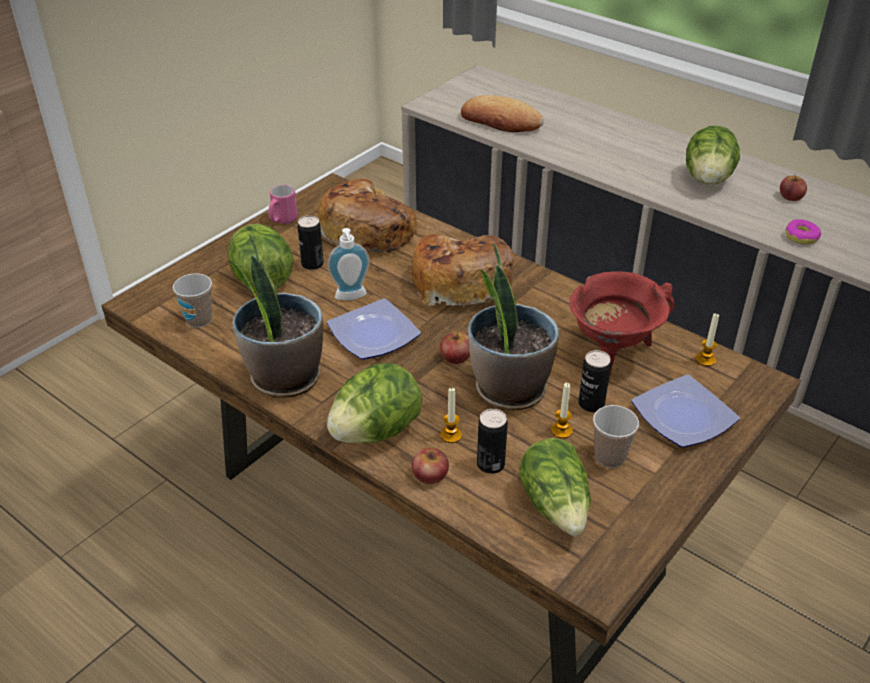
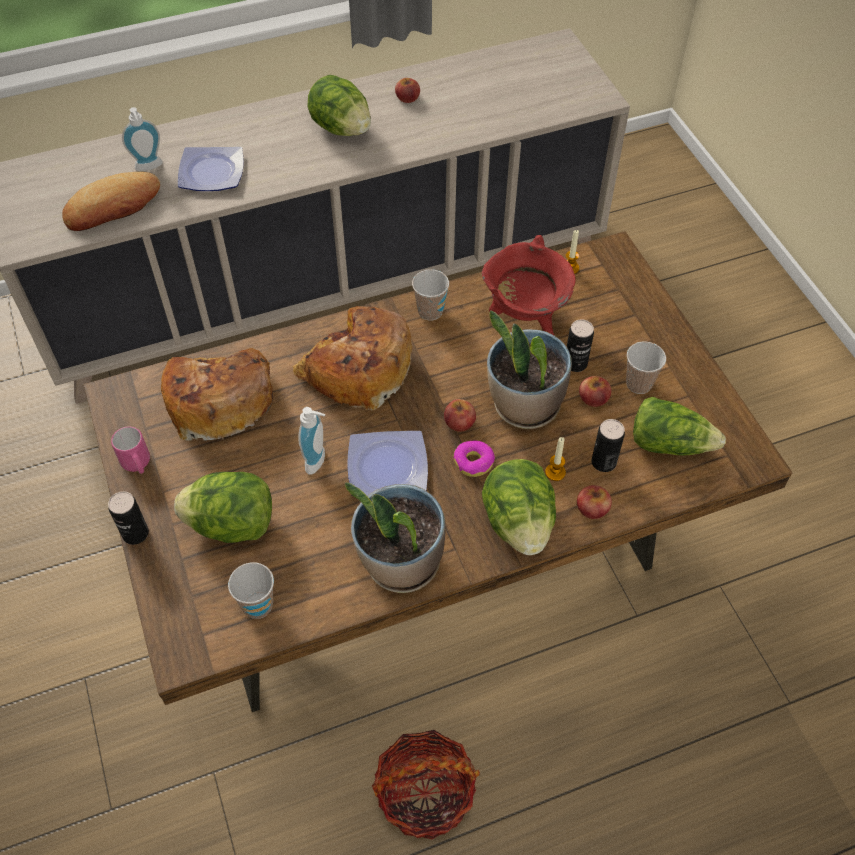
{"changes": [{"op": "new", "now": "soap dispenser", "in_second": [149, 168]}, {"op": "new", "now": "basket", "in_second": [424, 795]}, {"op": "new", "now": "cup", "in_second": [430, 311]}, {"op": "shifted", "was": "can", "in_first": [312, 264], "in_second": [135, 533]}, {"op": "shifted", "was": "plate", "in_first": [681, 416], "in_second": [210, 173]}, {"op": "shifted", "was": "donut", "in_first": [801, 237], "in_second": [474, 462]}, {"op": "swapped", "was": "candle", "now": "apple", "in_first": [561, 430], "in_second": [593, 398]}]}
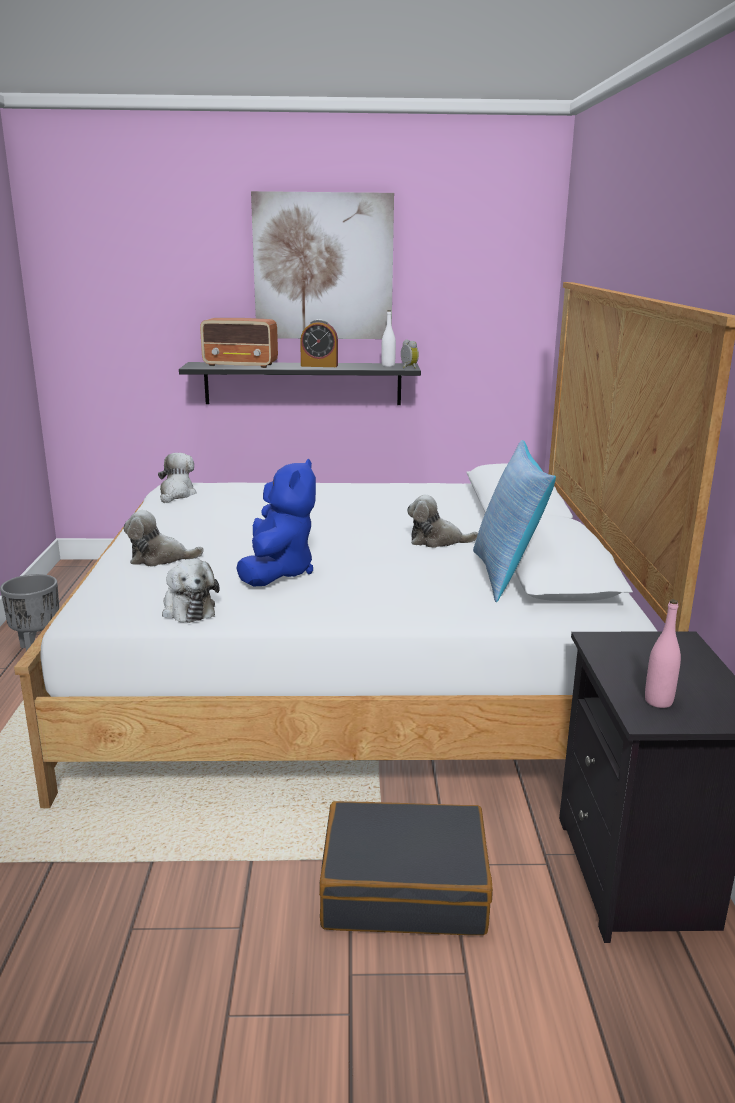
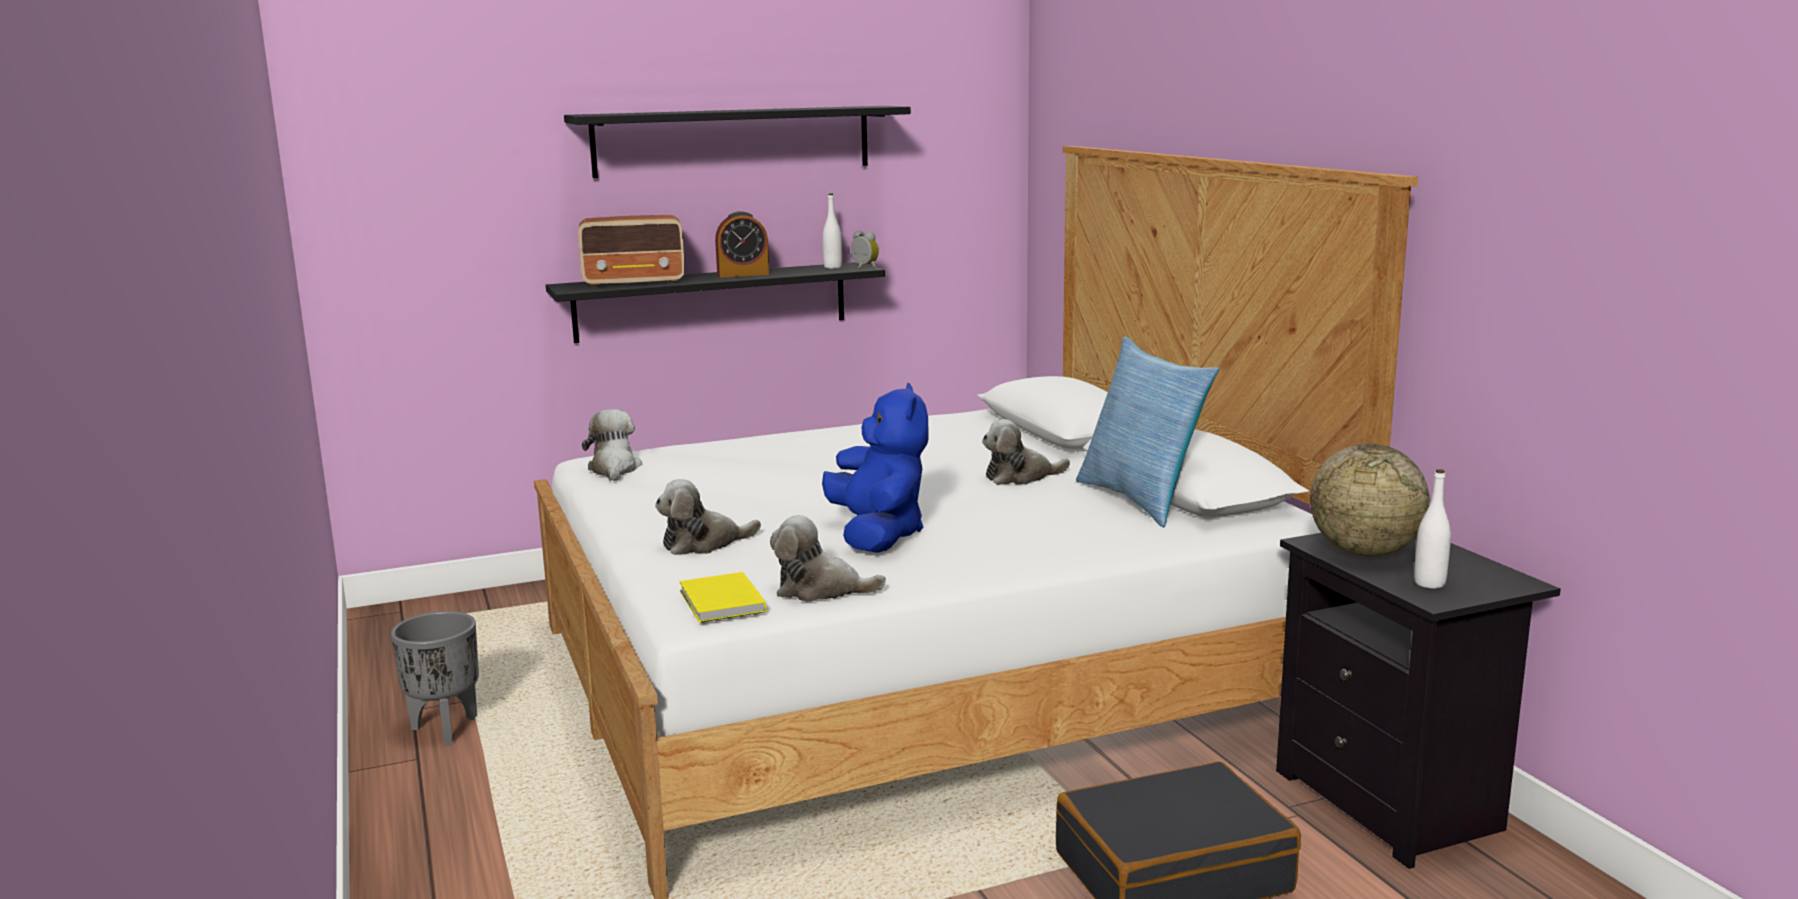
{"changes": [{"op": "new", "now": "book/yellow", "in_second": [721, 603]}, {"op": "new", "now": "globe", "in_second": [1364, 552]}, {"op": "swapped", "was": "picture", "now": "shelf/black", "in_first": [323, 267], "in_second": [733, 140]}, {"op": "repainted", "was": "bottle/pink", "now": "bottle/white", "in_first": [658, 701], "in_second": [1429, 583]}, {"op": "rotated", "was": "plush toy", "in_first": [187, 609], "in_second": [820, 590], "clockwise": 150}]}
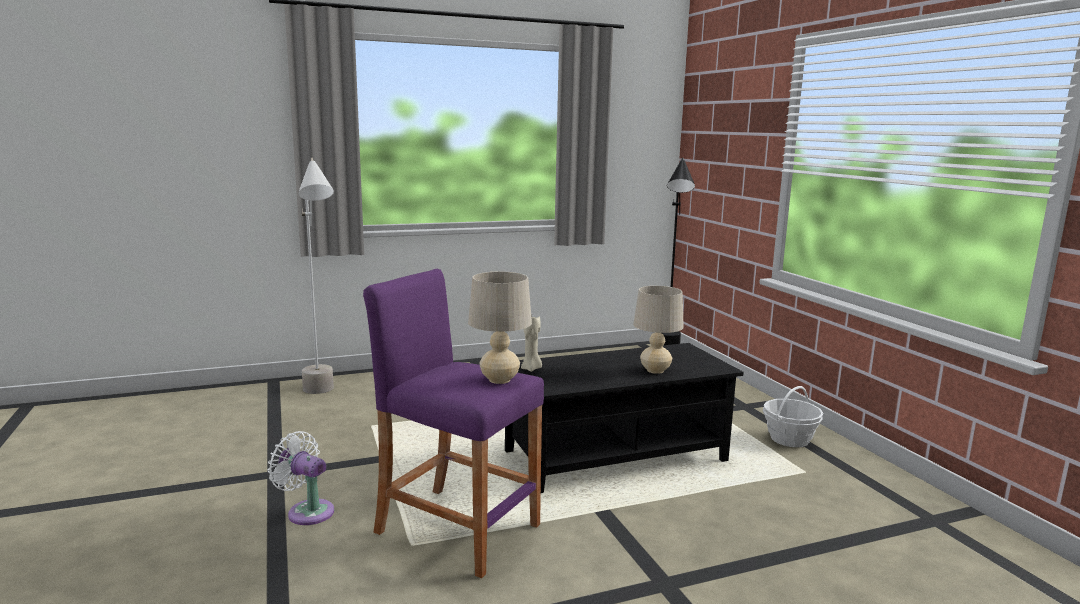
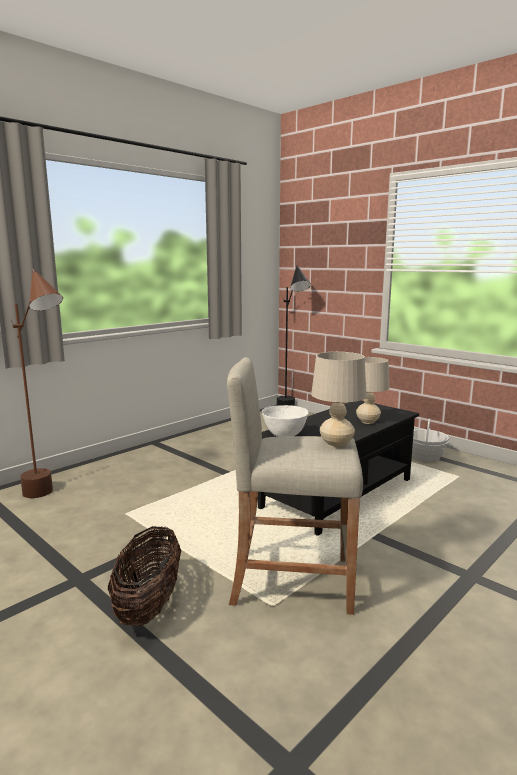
{"changes": [{"op": "swapped", "was": "fan/white", "now": "basket", "in_first": [307, 511], "in_second": [148, 605]}, {"op": "swapped", "was": "candle/beige", "now": "bowl/white", "in_first": [531, 369], "in_second": [285, 435]}, {"op": "repainted", "was": "floor lamp/grey", "now": "floor lamp/brown", "in_first": [323, 397], "in_second": [51, 498]}, {"op": "repainted", "was": "stool/purple", "now": "stool/beige", "in_first": [457, 529], "in_second": [291, 580]}]}
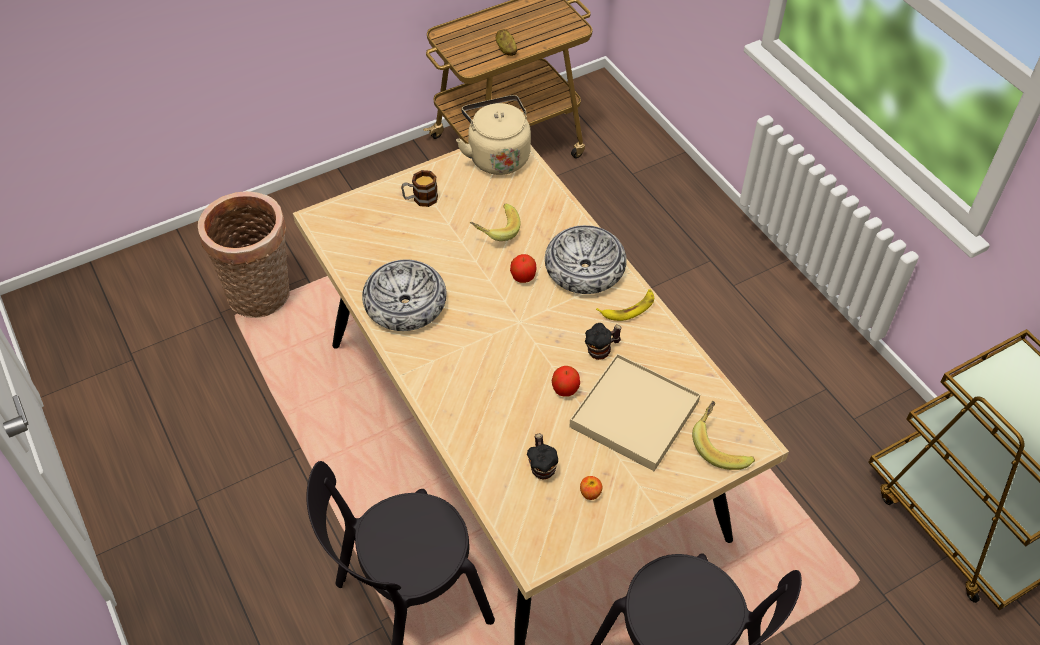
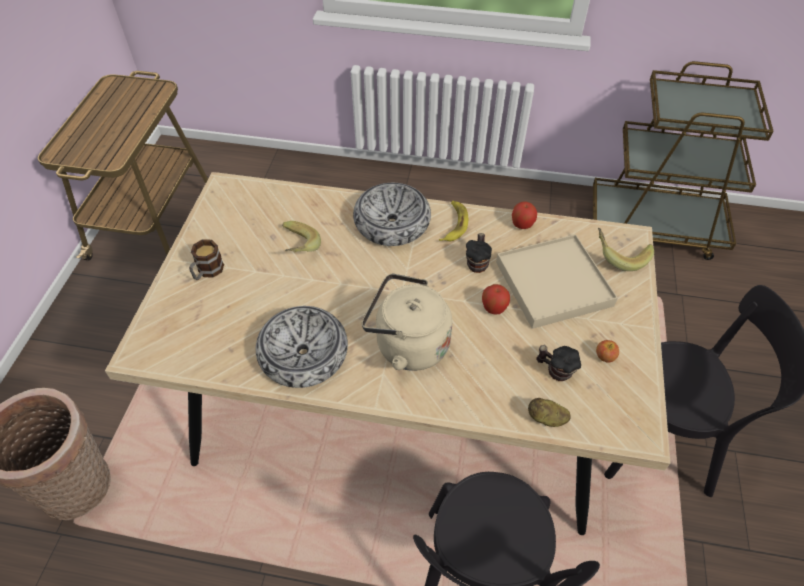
{"changes": [{"op": "shifted", "was": "kettle/beige", "in_first": [497, 156], "in_second": [407, 344]}, {"op": "shifted", "was": "potato", "in_first": [506, 49], "in_second": [546, 419]}, {"op": "shifted", "was": "apple", "in_first": [523, 277], "in_second": [522, 224]}]}
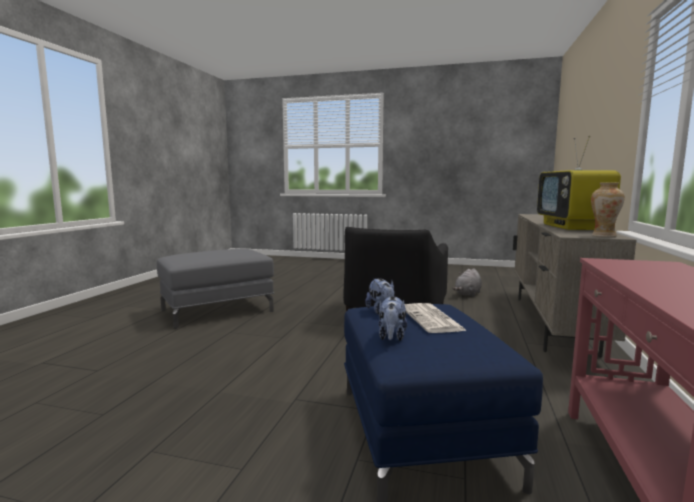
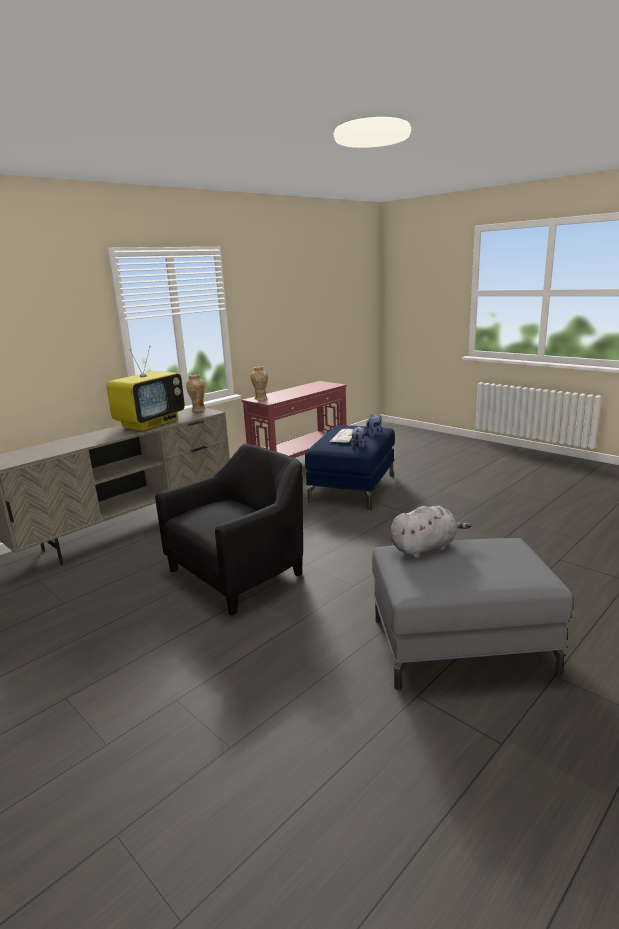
{"changes": [{"op": "new", "now": "vase", "in_second": [261, 399]}, {"op": "shifted", "was": "plush toy/grey", "in_first": [468, 294], "in_second": [425, 547]}]}
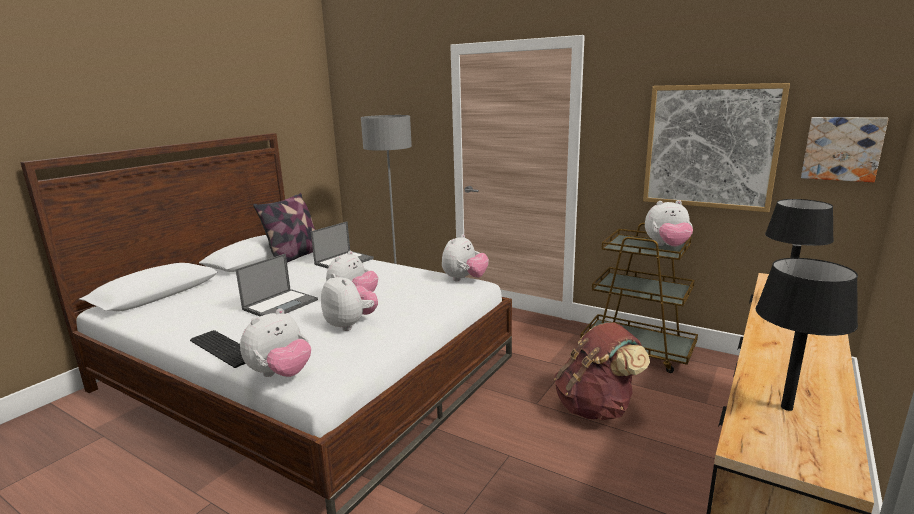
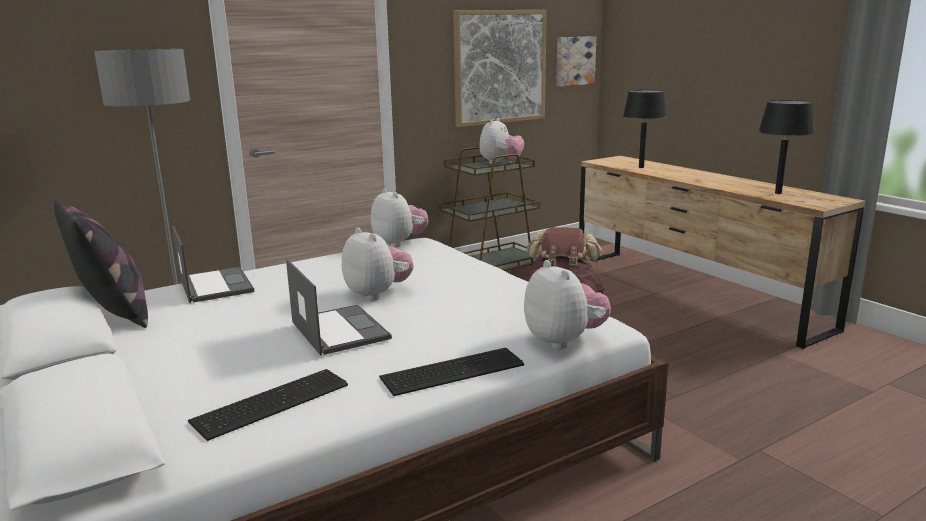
{"changes": [{"op": "gone", "was": "plush toy", "in_first": [350, 324]}, {"op": "new", "now": "keyboard", "in_second": [268, 402]}]}
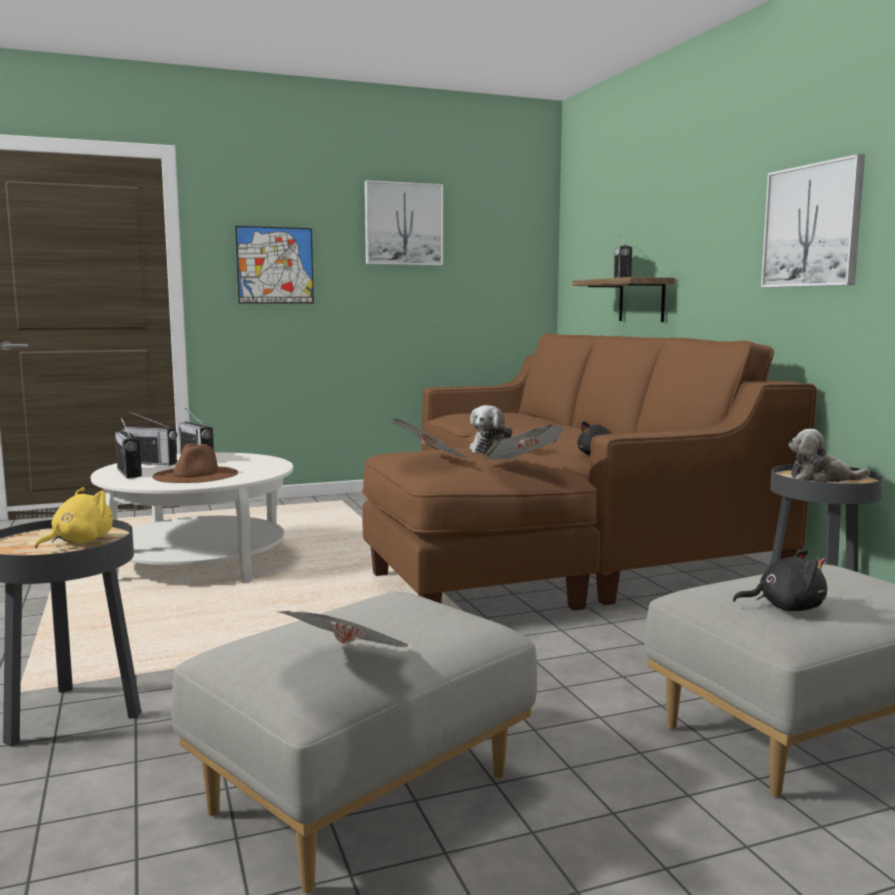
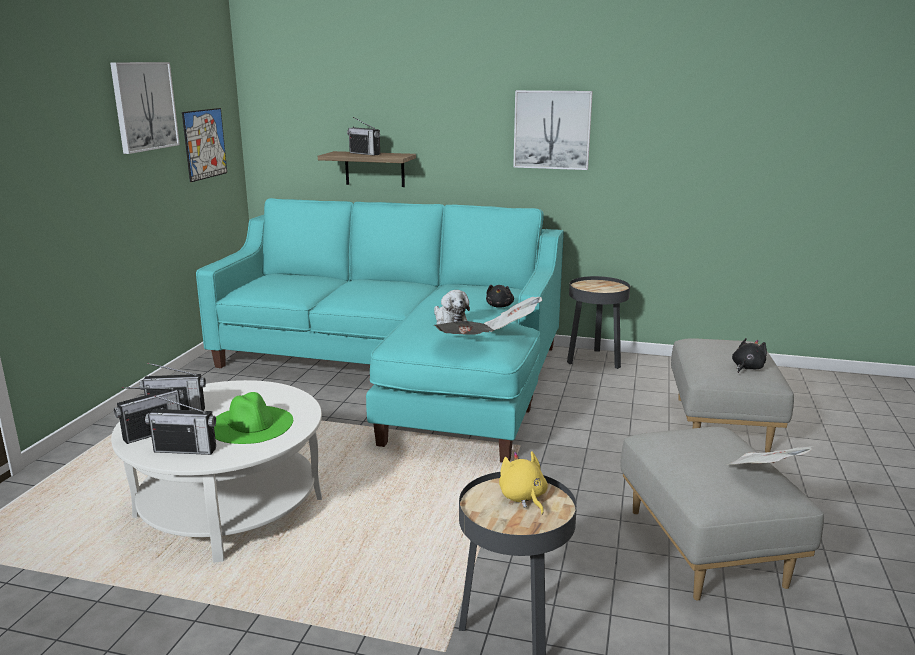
{"changes": [{"op": "gone", "was": "plush toy", "in_first": [821, 479]}, {"op": "shifted", "was": "picture", "in_first": [275, 265], "in_second": [205, 144]}, {"op": "repainted", "was": "hat/brown", "now": "hat/green", "in_first": [196, 474], "in_second": [251, 424]}, {"op": "repainted", "was": "sofa/brown", "now": "sofa/turquoise", "in_first": [555, 540], "in_second": [400, 371]}]}
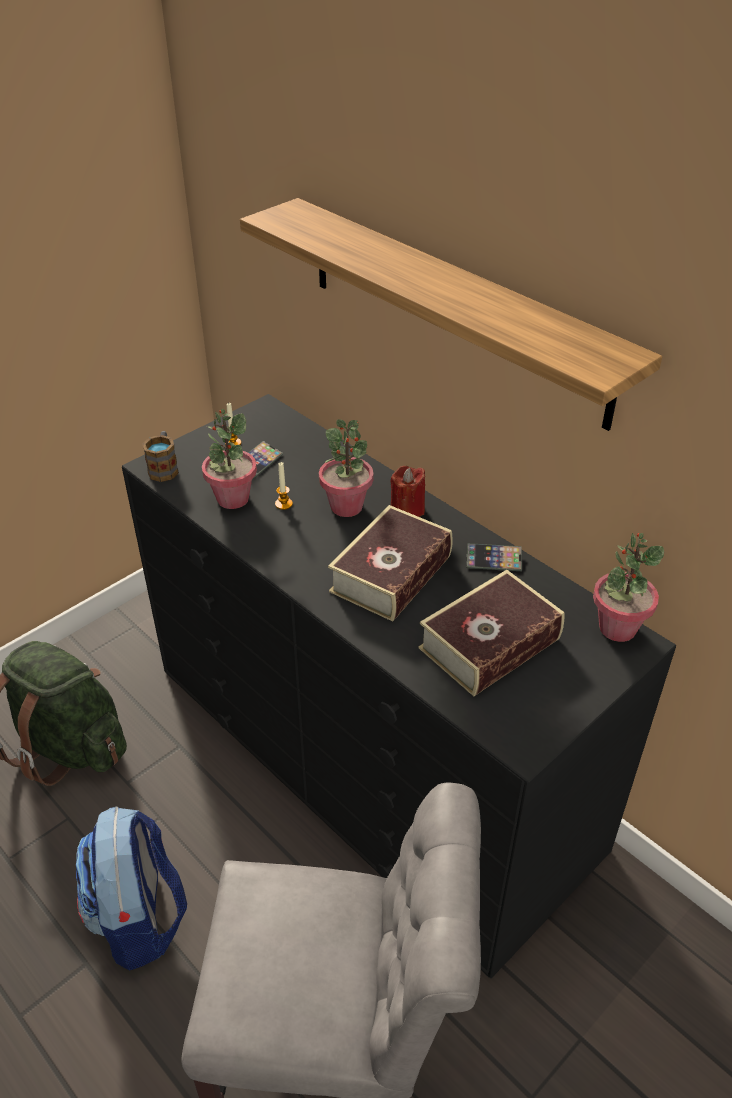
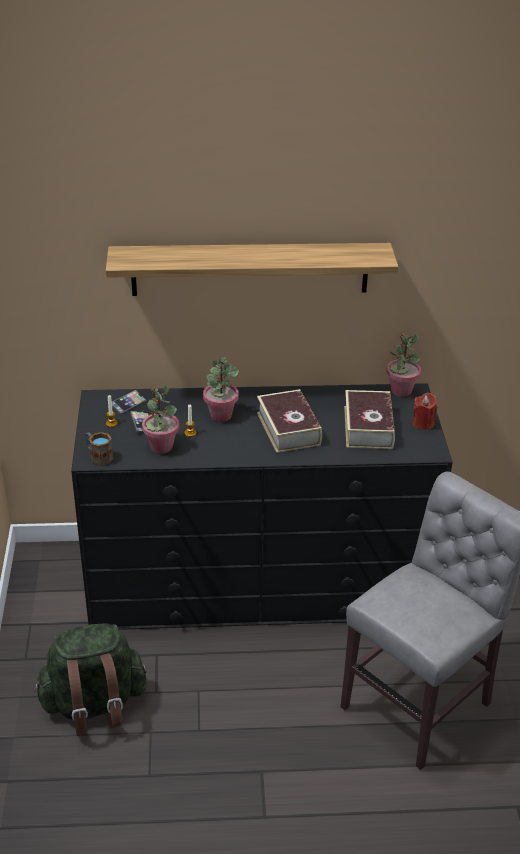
{"changes": [{"op": "gone", "was": "backpack", "in_first": [140, 919]}, {"op": "shifted", "was": "candle/red", "in_first": [407, 509], "in_second": [423, 423]}, {"op": "shifted", "was": "phone", "in_first": [493, 560], "in_second": [128, 404]}]}
